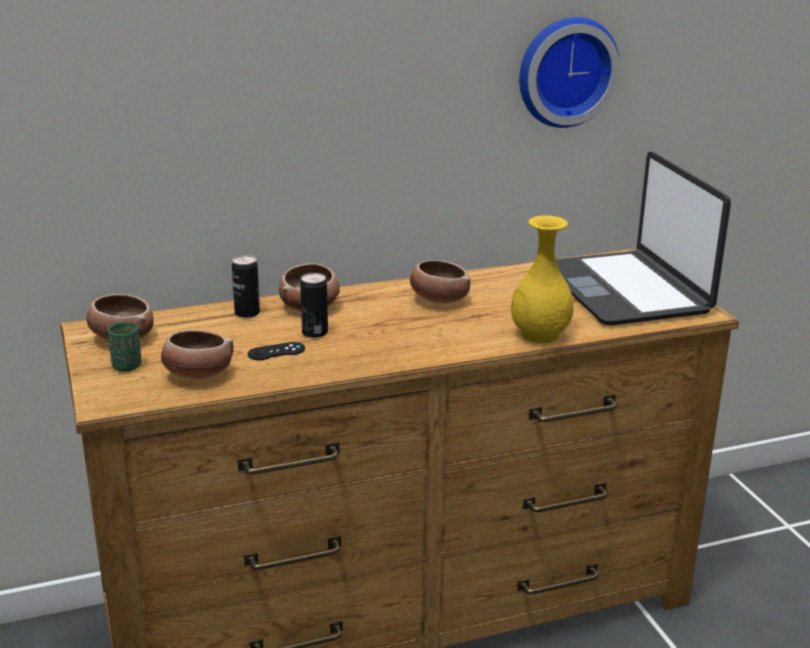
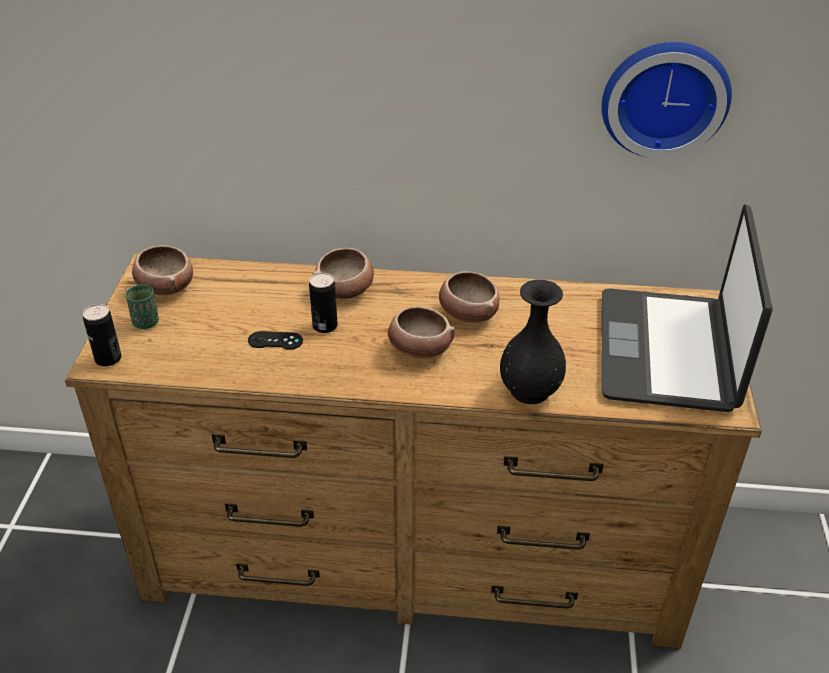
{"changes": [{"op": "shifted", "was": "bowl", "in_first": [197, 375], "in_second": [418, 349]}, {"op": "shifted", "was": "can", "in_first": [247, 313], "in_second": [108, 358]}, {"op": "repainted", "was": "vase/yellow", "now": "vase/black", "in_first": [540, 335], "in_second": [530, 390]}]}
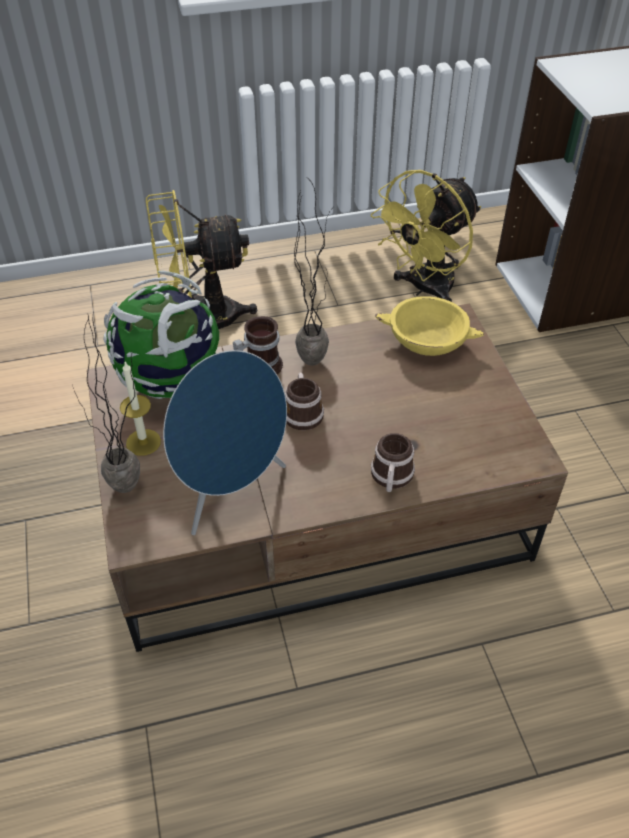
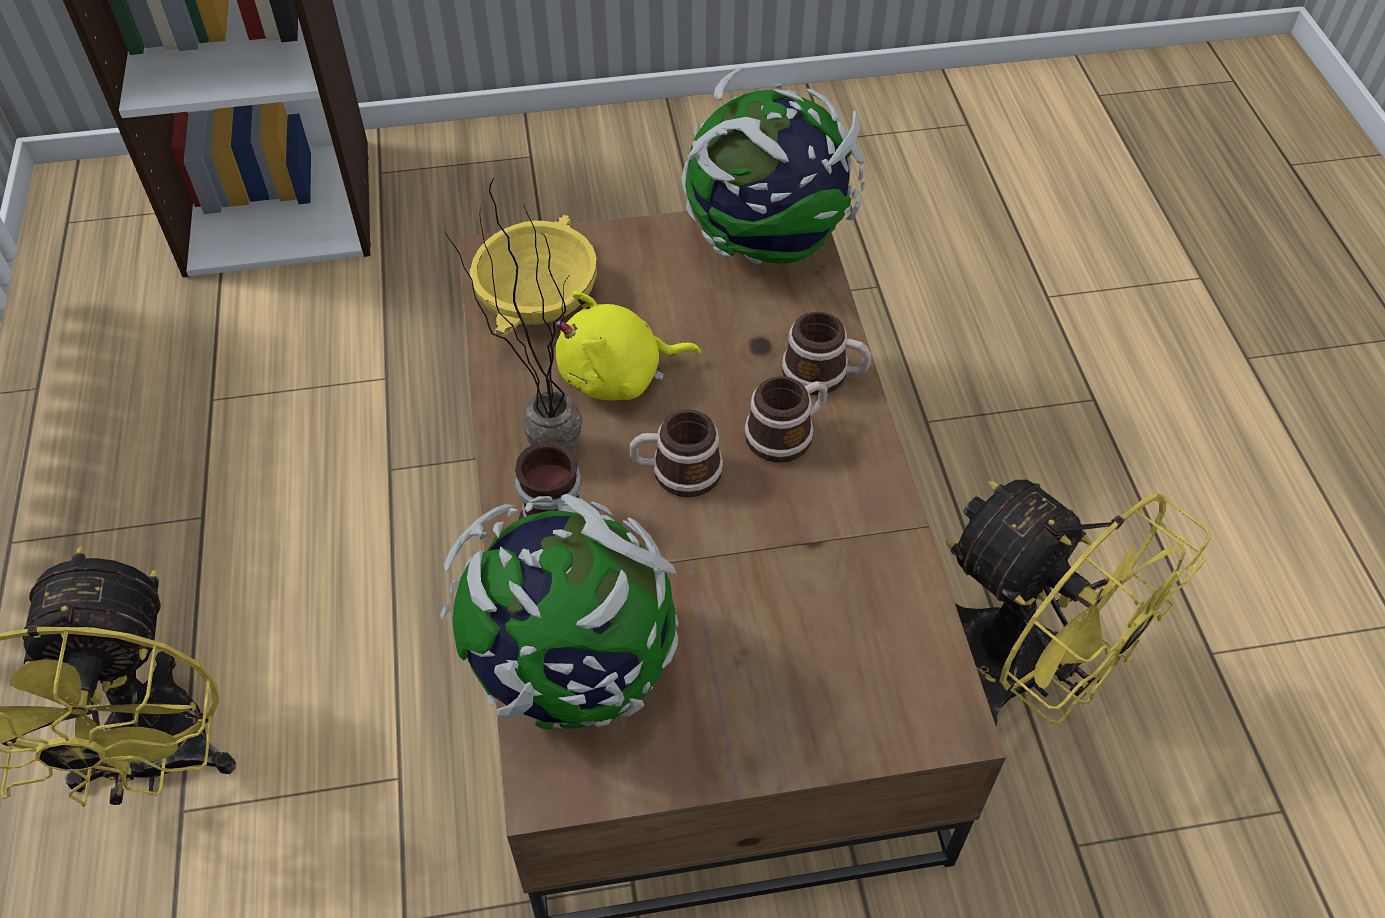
{"changes": [{"op": "gone", "was": "potted plant", "in_first": [133, 493]}, {"op": "gone", "was": "candle", "in_first": [143, 442]}, {"op": "gone", "was": "speaker/blue", "in_first": [232, 491]}, {"op": "new", "now": "plush toy/yellow", "in_second": [618, 376]}, {"op": "new", "now": "globe", "in_second": [767, 243]}, {"op": "new", "now": "mug", "in_second": [787, 433]}, {"op": "shifted", "was": "fan/yellow", "in_first": [424, 289], "in_second": [1022, 677]}]}
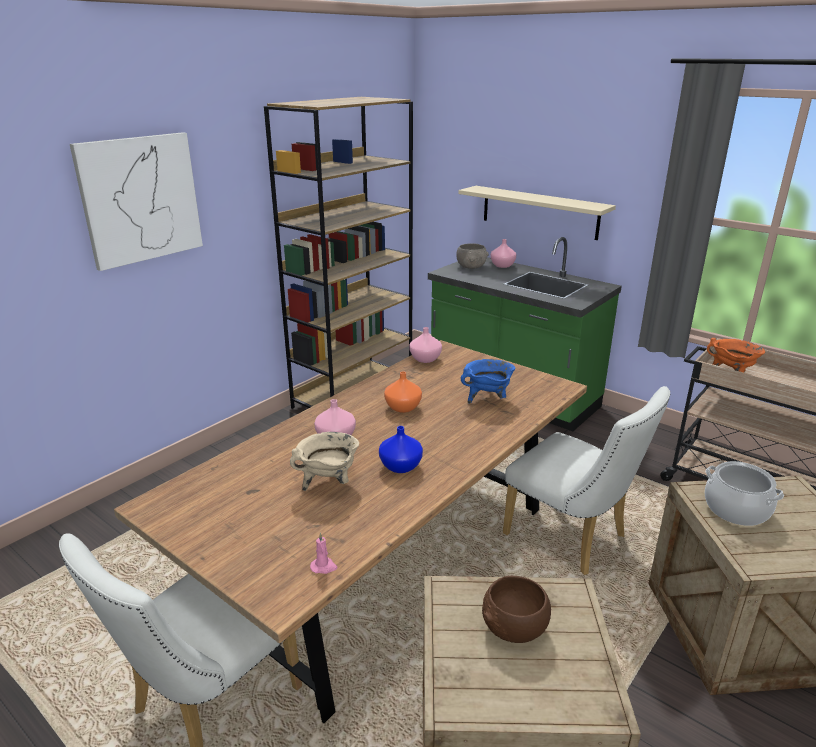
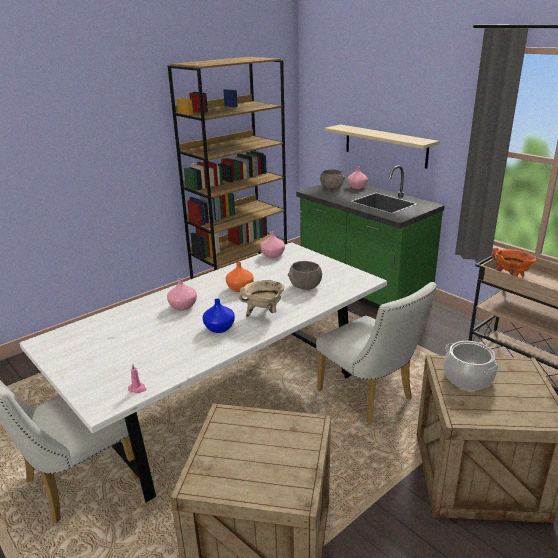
{"changes": [{"op": "gone", "was": "picture", "in_first": [140, 199]}, {"op": "gone", "was": "bowl/brown", "in_first": [514, 628]}, {"op": "shifted", "was": "cooking pot/beige", "in_first": [328, 483], "in_second": [264, 313]}, {"op": "swapped", "was": "cooking pot/blue", "now": "bowl/grey", "in_first": [487, 399], "in_second": [305, 286]}, {"op": "repainted", "was": "dining table/brown", "now": "dining table/white", "in_first": [389, 560], "in_second": [227, 401]}]}
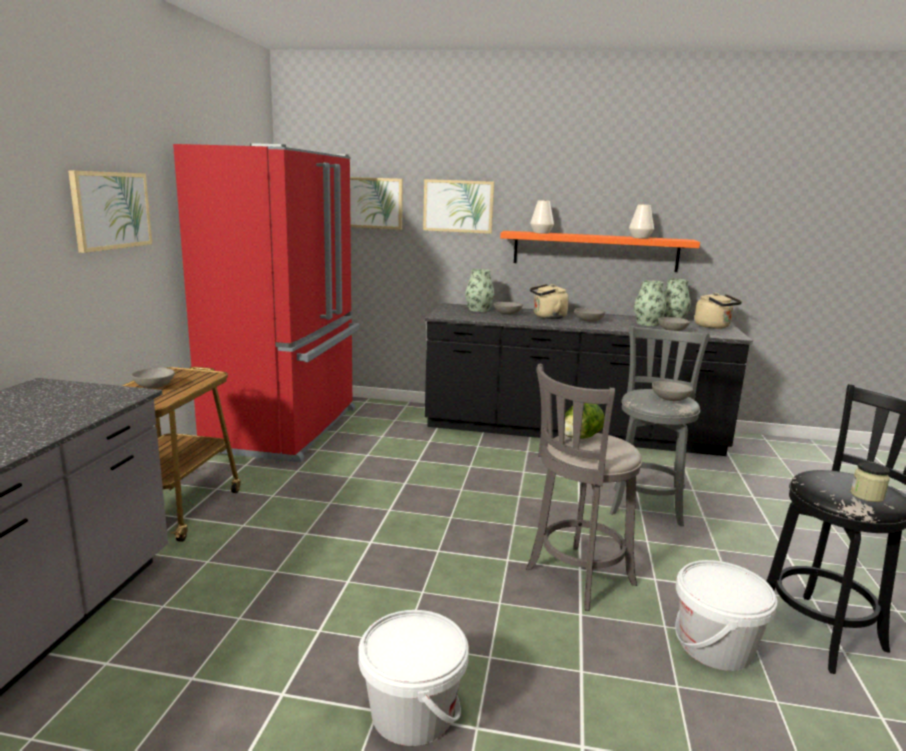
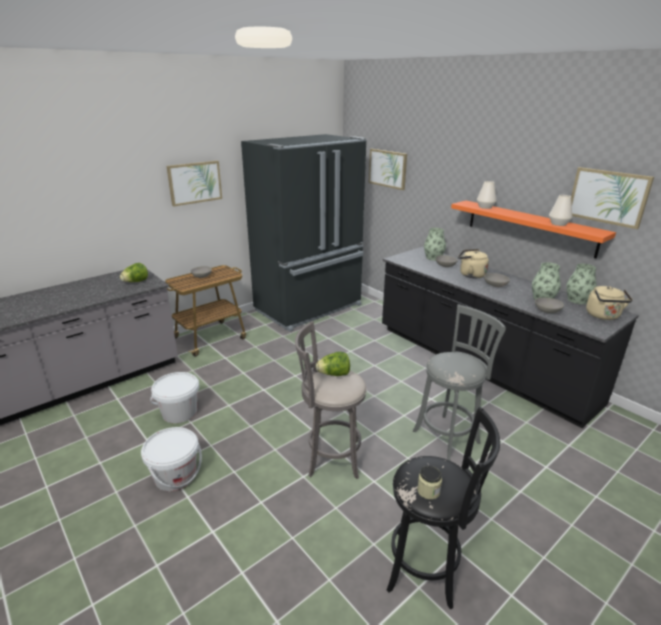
{"changes": [{"op": "gone", "was": "bowl/grey", "in_first": [670, 400]}, {"op": "new", "now": "lettuce", "in_second": [136, 282]}, {"op": "shifted", "was": "picture", "in_first": [458, 206], "in_second": [608, 197]}, {"op": "shifted", "was": "bucket/white", "in_first": [715, 646], "in_second": [179, 412]}, {"op": "repainted", "was": "fridge/red", "now": "fridge/black", "in_first": [287, 429], "in_second": [310, 308]}]}
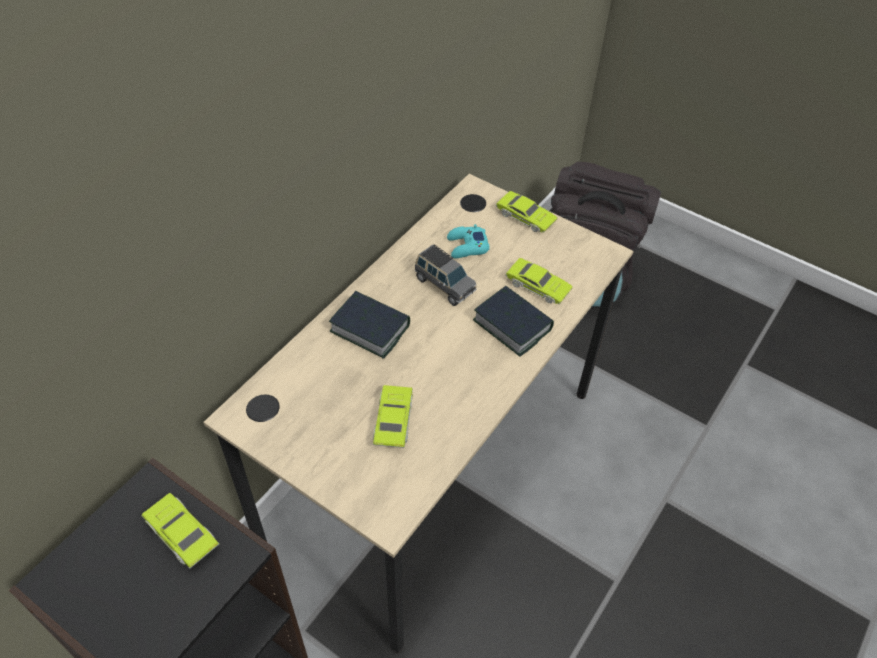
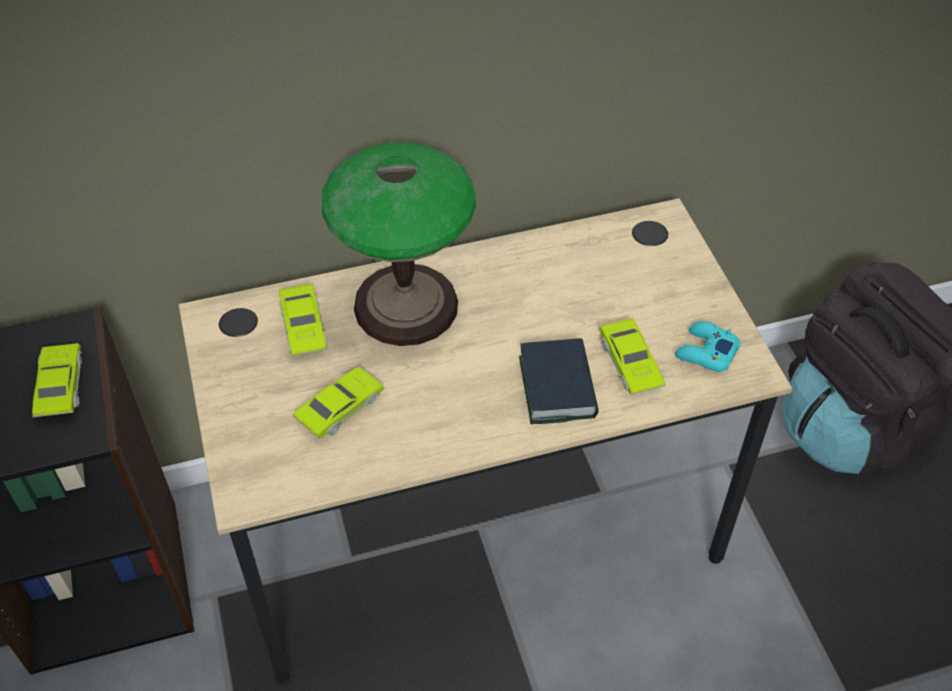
{"changes": [{"op": "gone", "was": "toy car/grey", "in_first": [444, 285]}, {"op": "shifted", "was": "game controller/turquoise", "in_first": [467, 246], "in_second": [705, 352]}, {"op": "shifted", "was": "toy car/green", "in_first": [525, 217], "in_second": [303, 326]}, {"op": "swapped", "was": "book", "now": "table lamp", "in_first": [370, 328], "in_second": [407, 305]}]}
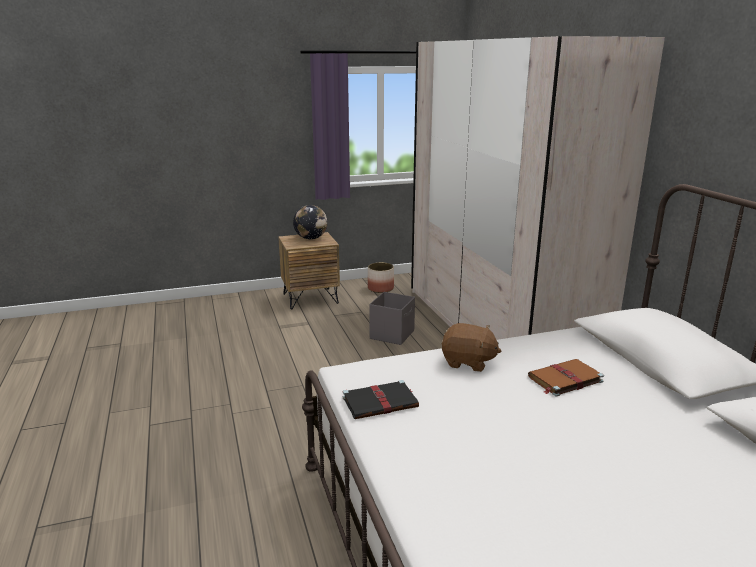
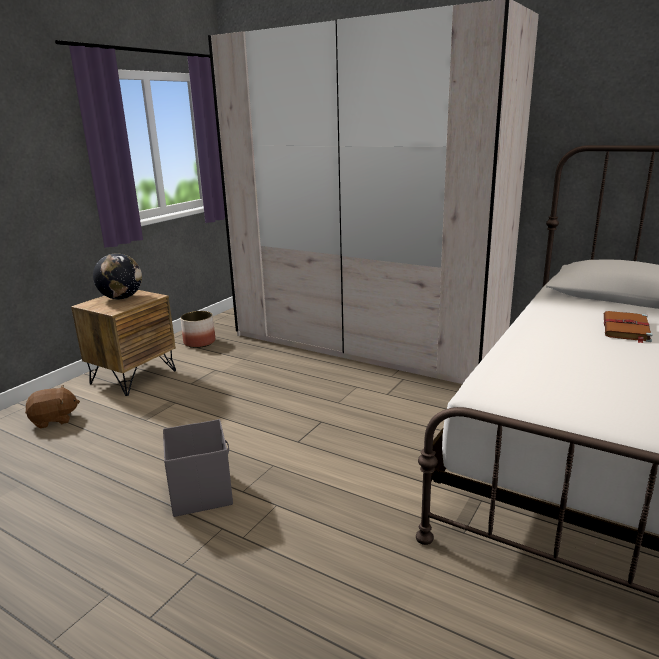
{"changes": [{"op": "gone", "was": "book/black", "in_first": [381, 402]}, {"op": "shifted", "was": "storage box/grey", "in_first": [392, 334], "in_second": [201, 492]}, {"op": "shifted", "was": "plush toy/brown", "in_first": [468, 362], "in_second": [54, 420]}]}
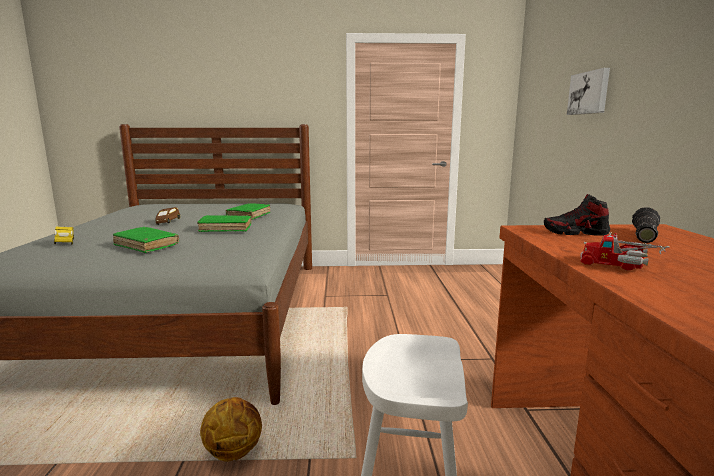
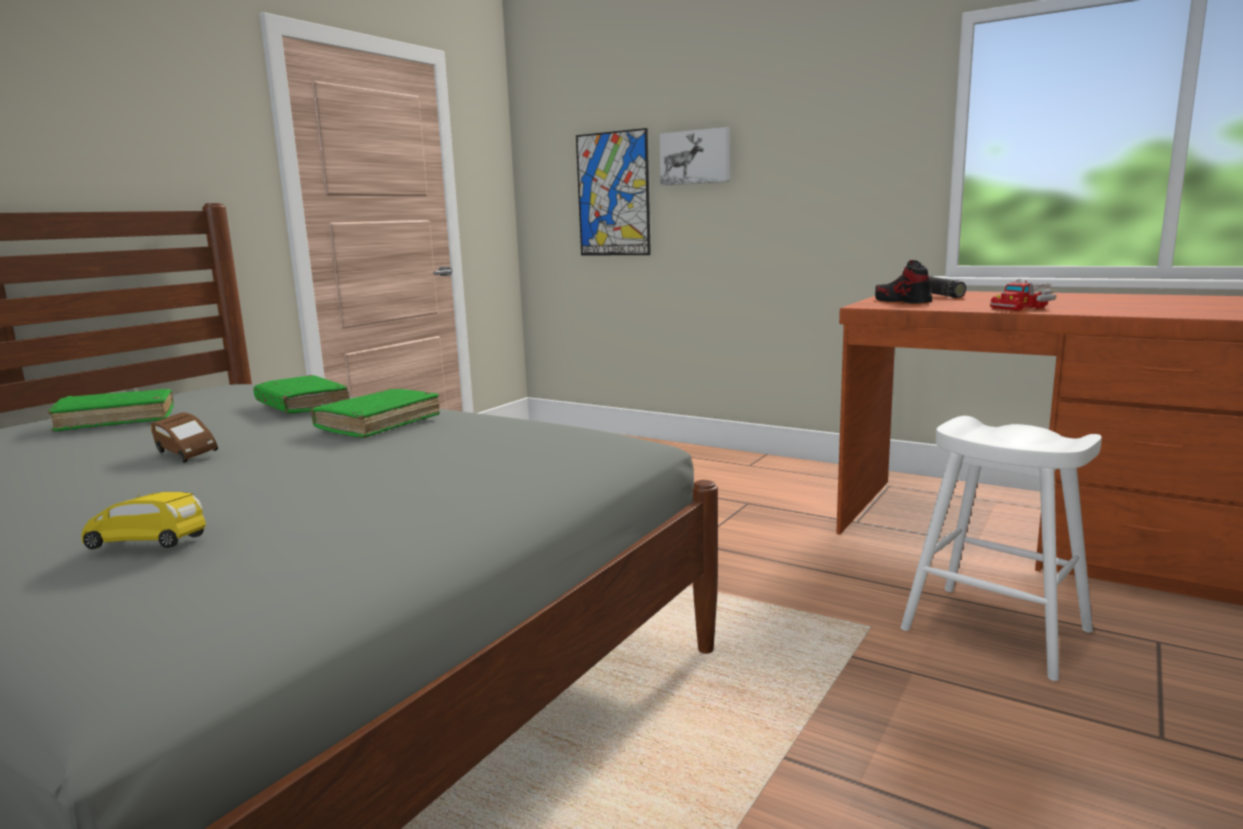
{"changes": [{"op": "gone", "was": "basketball", "in_first": [234, 451]}, {"op": "new", "now": "picture", "in_second": [613, 194]}, {"op": "shifted", "was": "book/green", "in_first": [146, 245], "in_second": [117, 420]}, {"op": "rotated", "was": "shoe", "in_first": [575, 233], "in_second": [902, 301], "clockwise": 105}]}
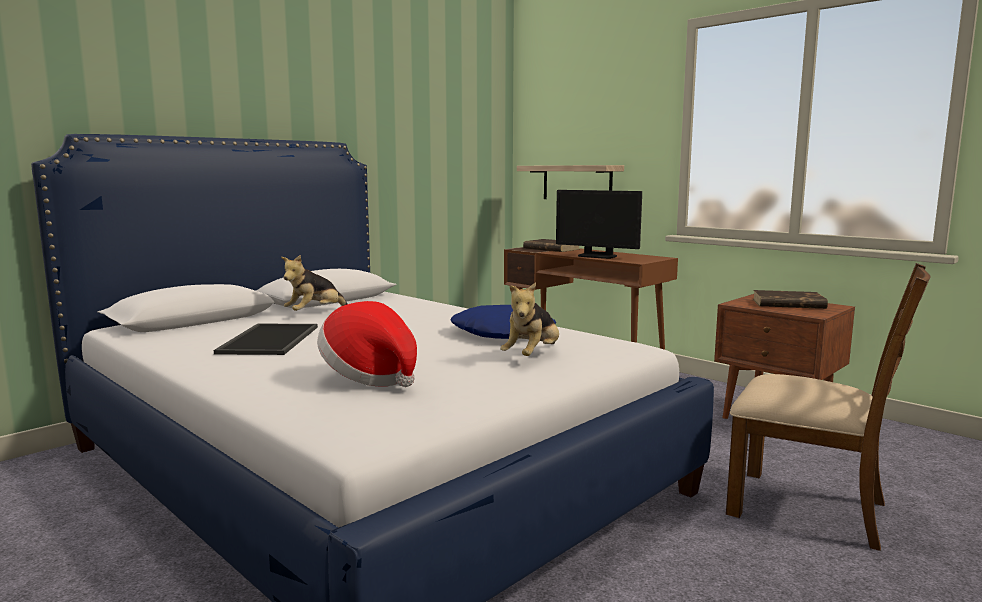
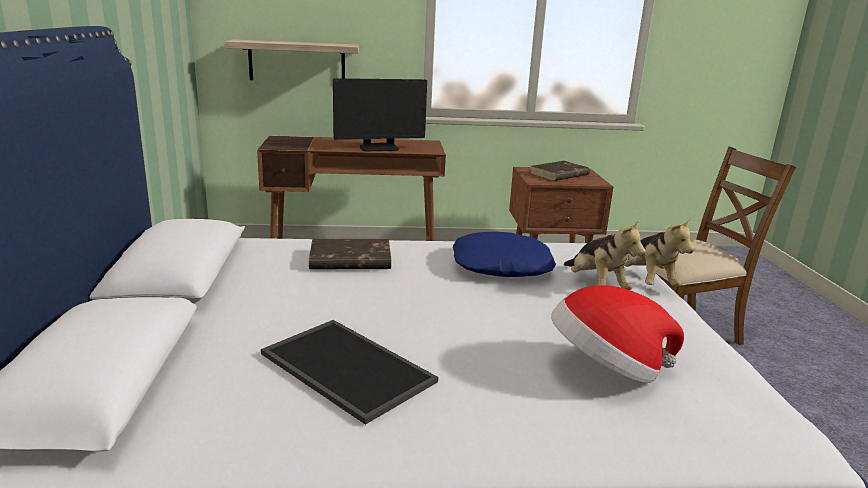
{"changes": [{"op": "shifted", "was": "plush toy", "in_first": [315, 313], "in_second": [648, 281]}, {"op": "shifted", "was": "book/brown", "in_first": [551, 249], "in_second": [349, 260]}]}
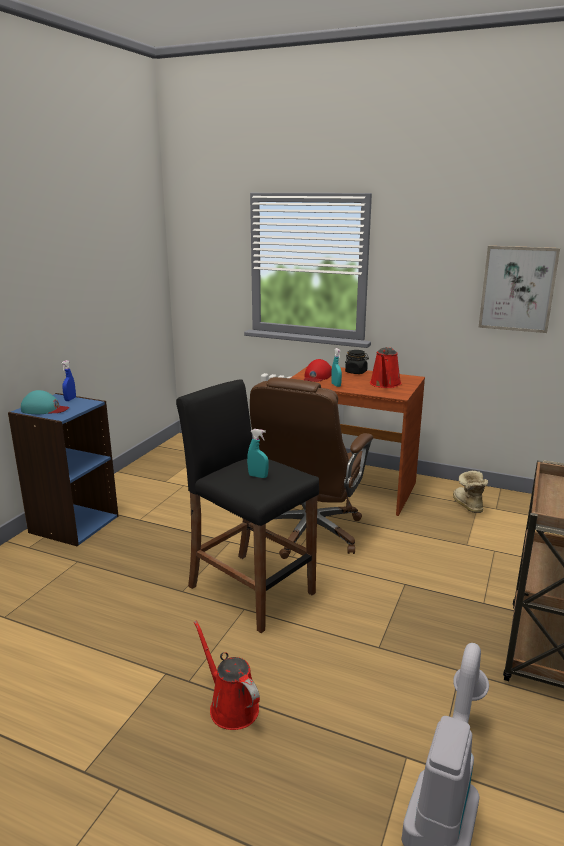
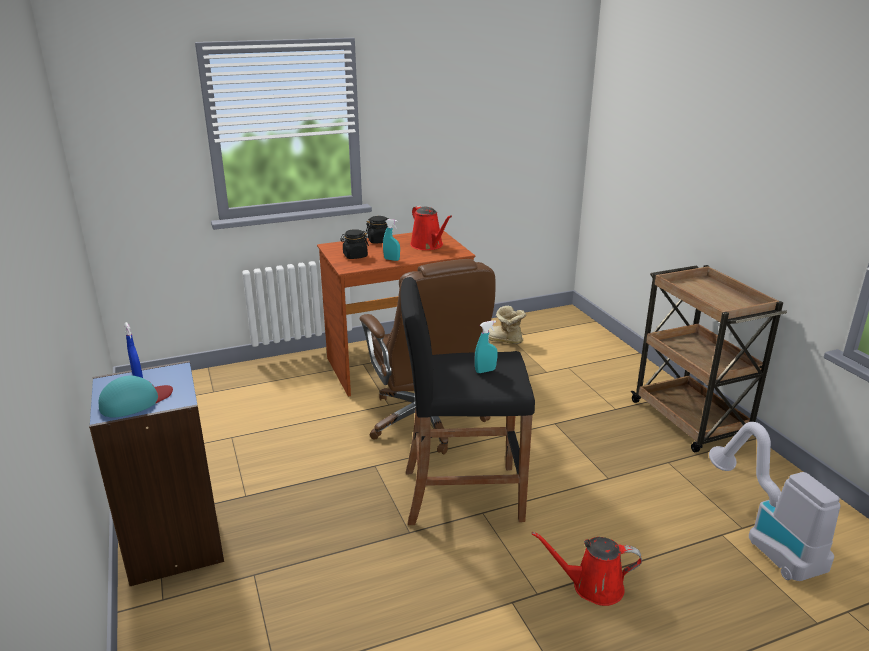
{"changes": [{"op": "gone", "was": "picture", "in_first": [517, 289]}, {"op": "swapped", "was": "cap/red", "now": "jar/black", "in_first": [316, 376], "in_second": [355, 256]}]}
